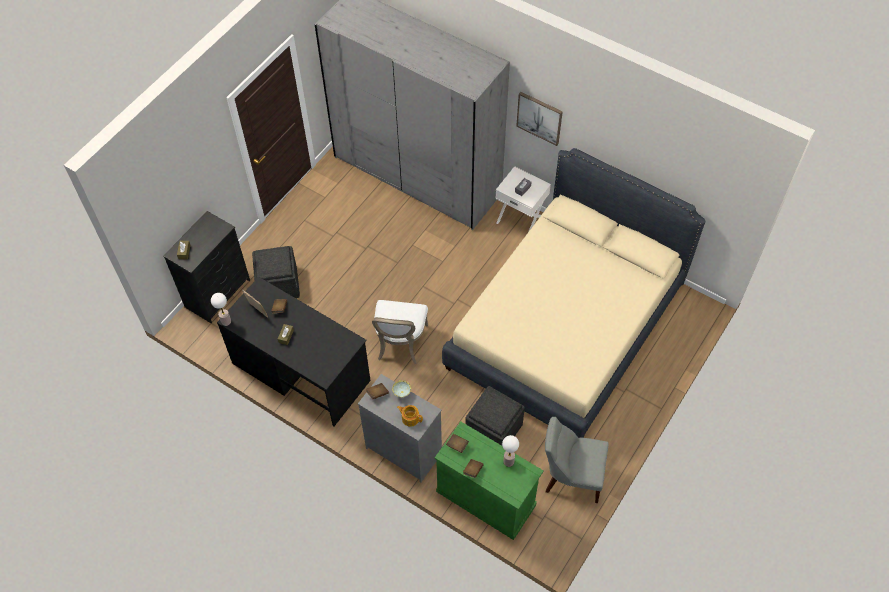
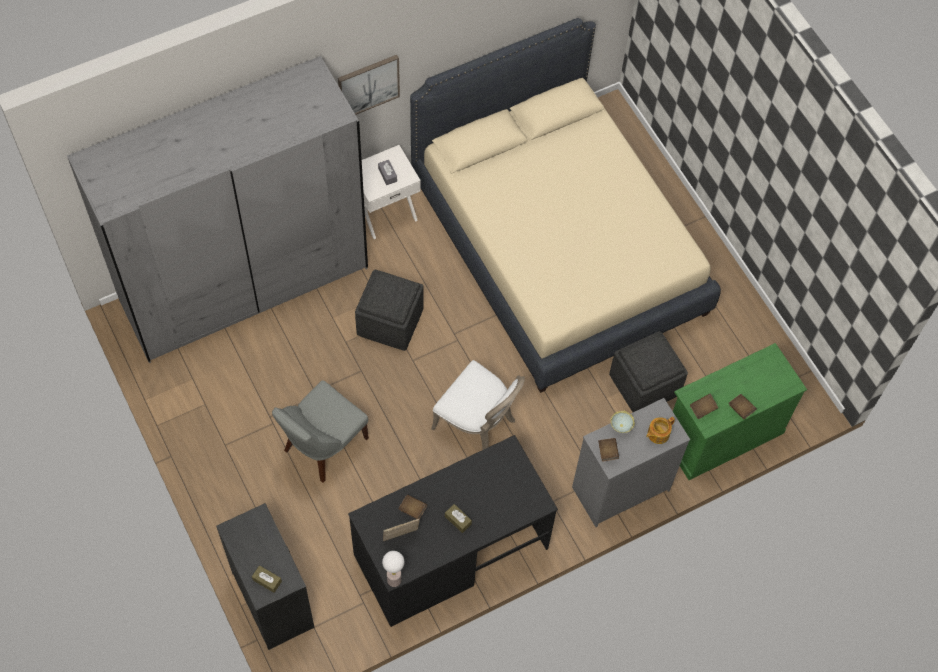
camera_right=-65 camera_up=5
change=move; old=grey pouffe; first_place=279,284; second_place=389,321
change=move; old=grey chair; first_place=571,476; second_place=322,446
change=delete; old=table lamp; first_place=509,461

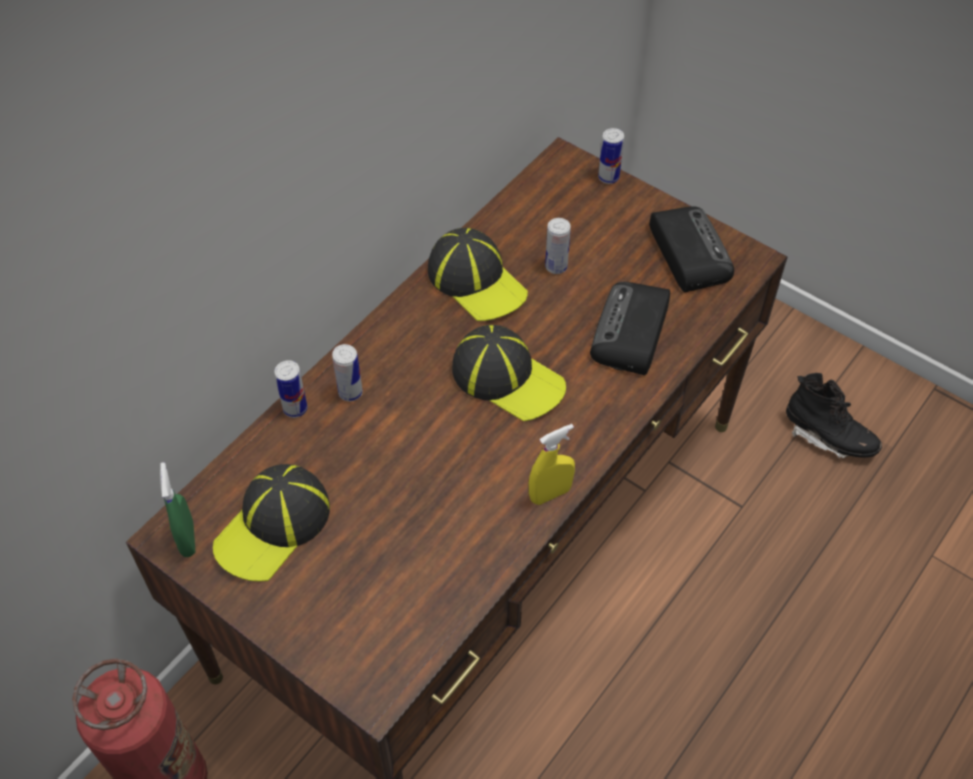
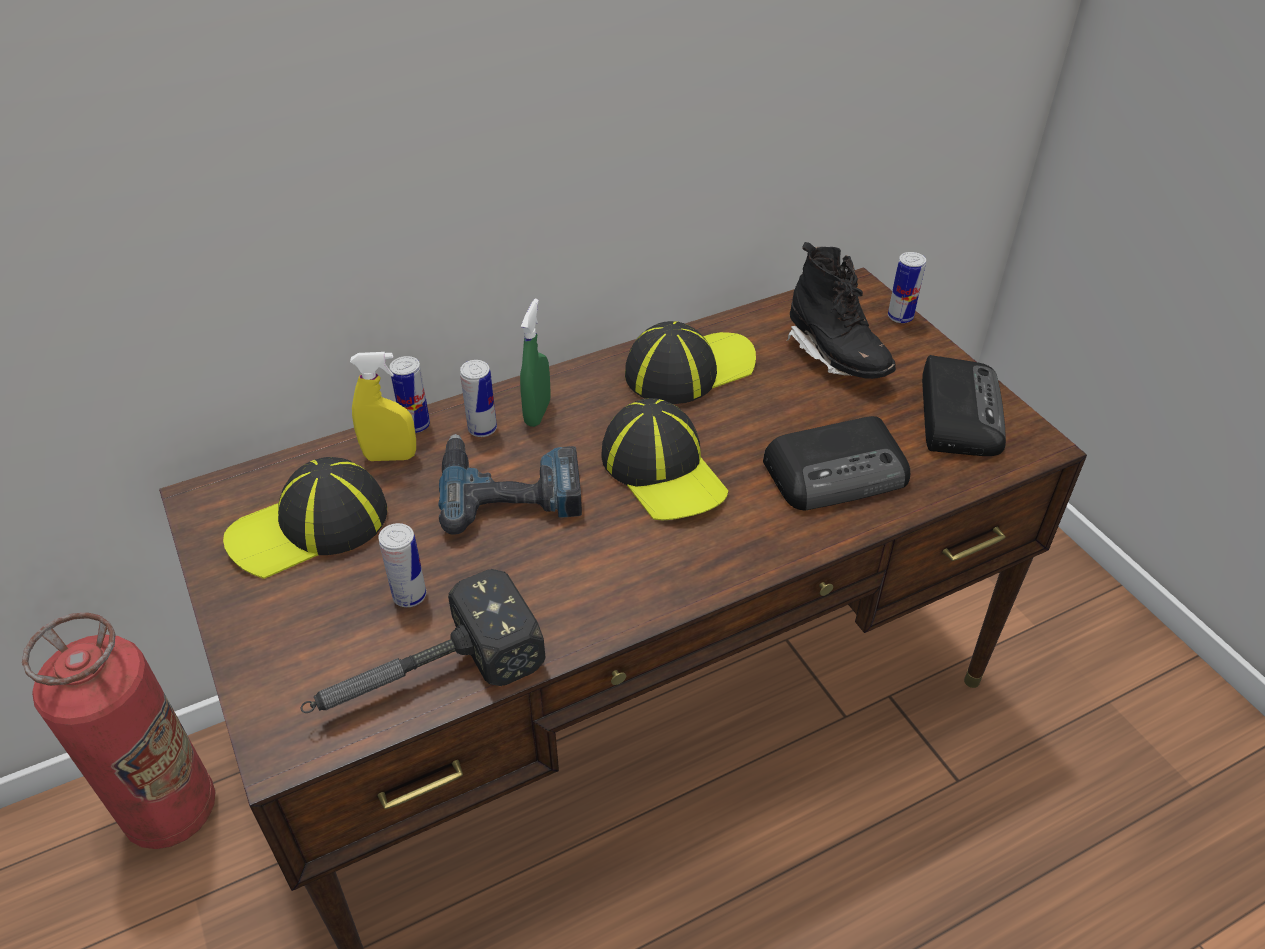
camera_right=25 camera_up=-10
change=move; old=can; first_place=556,266; second_place=409,596
change=rotate; old=baseball cap; first_place=476,281; second_place=689,369; degrees=-105
change=rotate; old=radio; first_place=631,333; second_place=838,472; degrees=-150
change=move; old=blackish tall boot; first_place=828,436; second_place=836,356
change=move; old=yellow-coloured hand sprayer; first_place=550,494; second_place=390,456
change=move; old=greenish hand sprayer; first_place=187,539; second_place=537,413
change=insert; new=power drill; second_place=510,488
change=insert; new=hand hammer; second_place=421,679

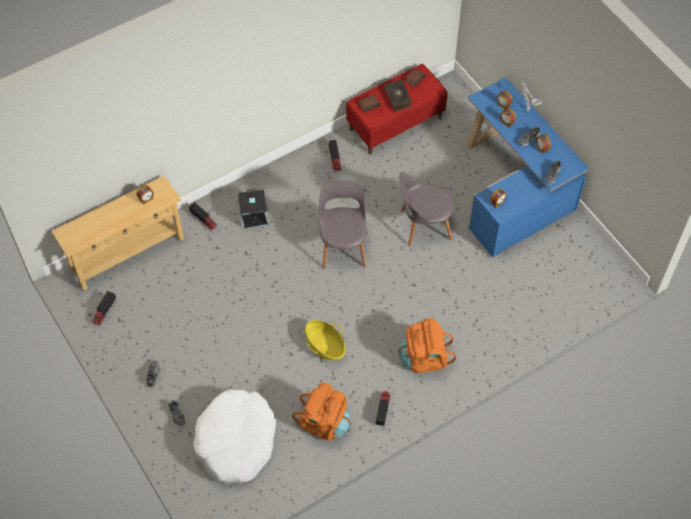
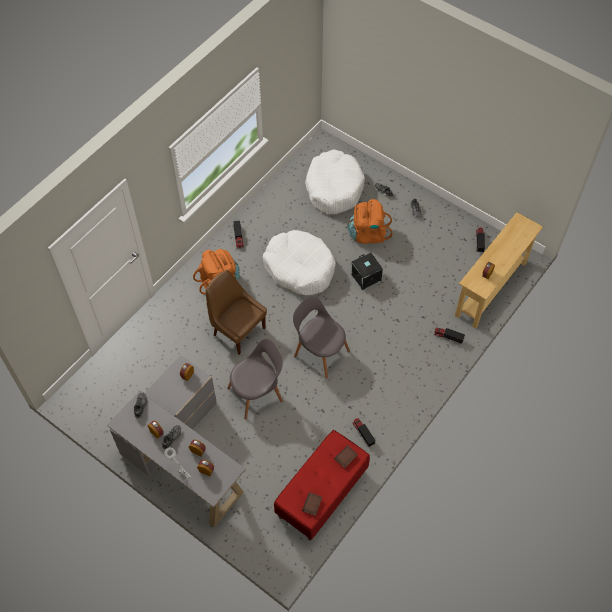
camera_right=160 camera_up=0
change=recolor; old=bluish desk table; new=grey desk table; first_place=514,191; second_place=183,456
change=delete; old=volume; first_place=398,98
change=rotate; old=grey chair; first_place=343,246; second_place=320,352; degrees=150
change=move; old=blackish storage container; first_place=254,216; second_place=365,277
change=replace; old=household basket; new=white-coloured pet bed; first_place=325,346; second_place=299,268
change=move; old=orange-coloured rucksack; first_place=324,423; second_place=368,234
change=insert; new=brownish chair; second_place=237,330

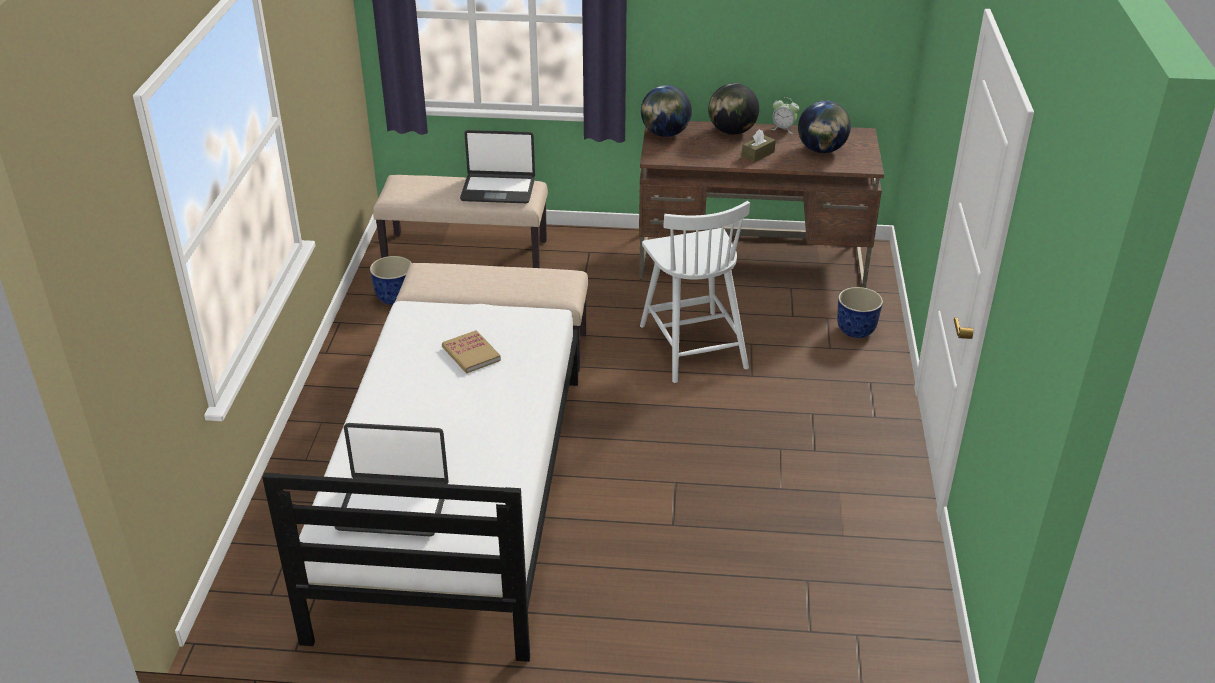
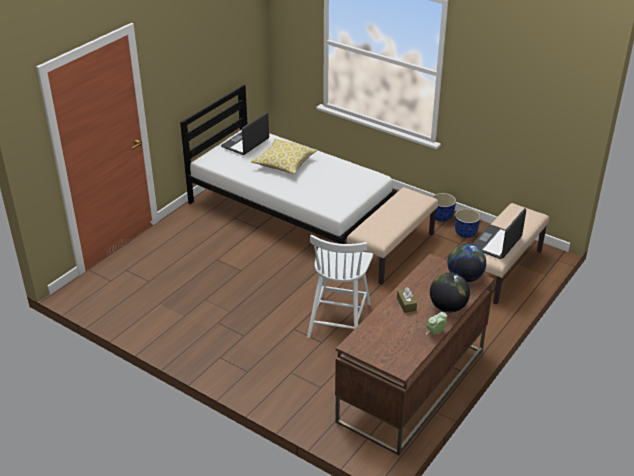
camera_right=120 camera_up=0
change=delete; old=globe; first_place=821,150
change=rotate; old=white-coloured chair; first_place=692,345; second_place=339,319; degrees=-90
change=move; old=flower pot; first_place=856,331; second_place=441,218
change=delete; old=volume; first_place=471,354
change=insert; new=pillow; second_place=284,163

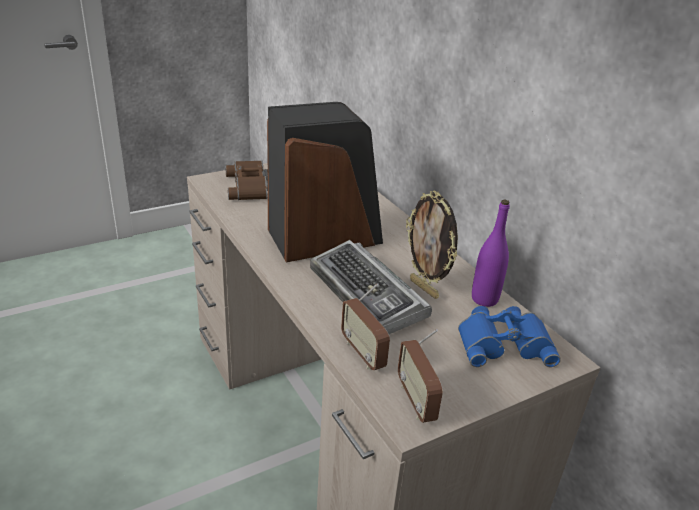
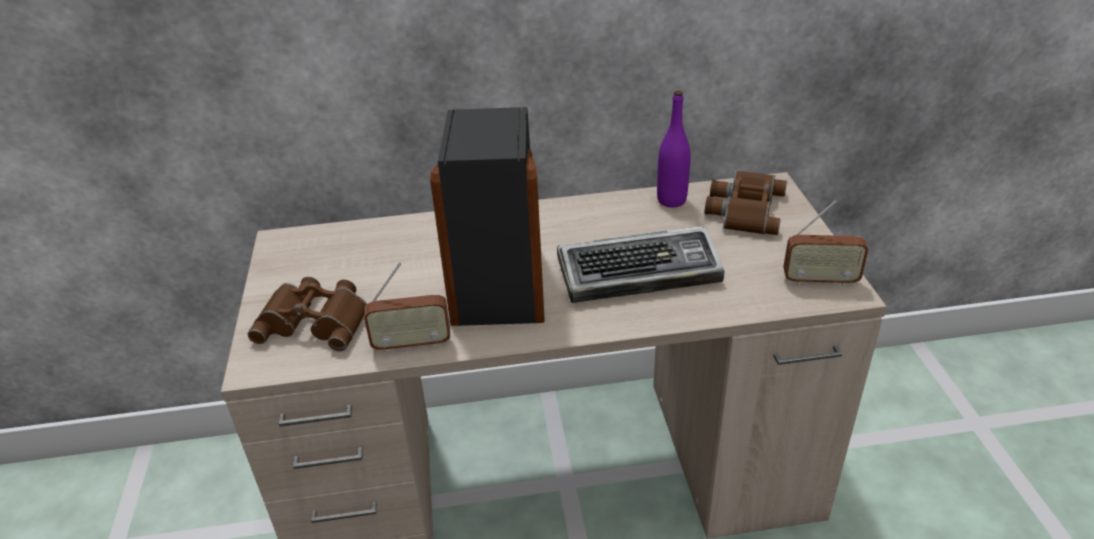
camera_right=-65 camera_up=5
change=delete; old=standing frame; first_place=425,288
change=move; old=radio; first_place=363,353; second_place=412,344
change=recolor; old=bluish binoculars; new=brownish binoculars; first_place=503,342; second_place=743,209

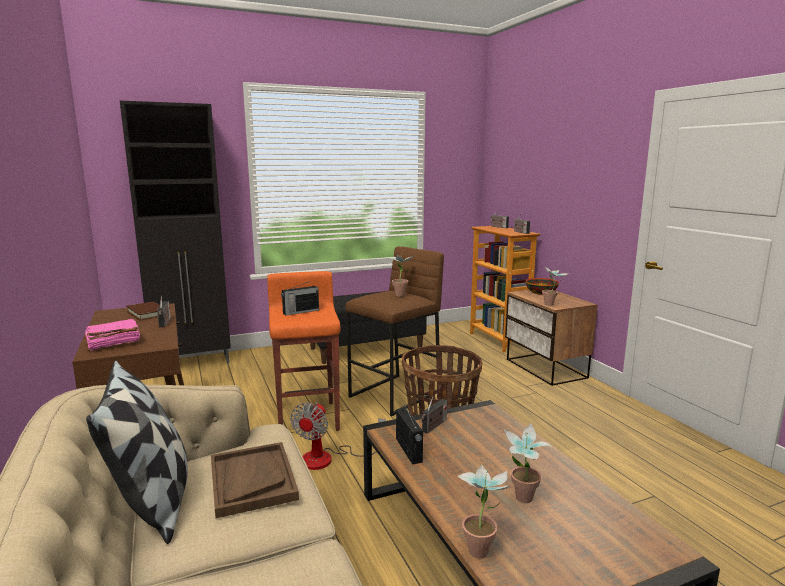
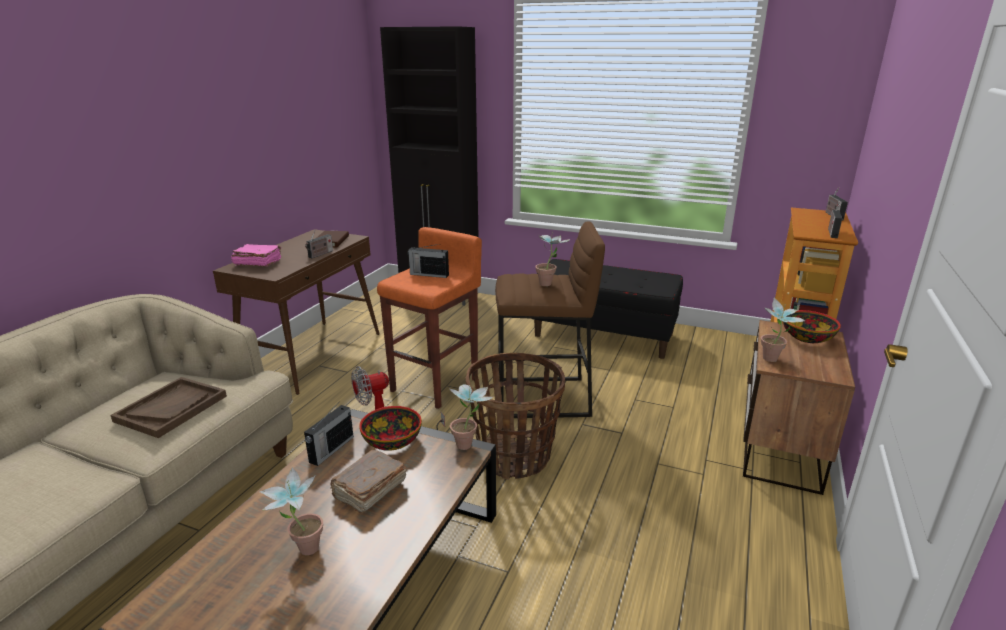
camera_right=45 camera_up=10
change=delete; old=pillow; first_place=153,501
change=replace; old=radio; new=serving bowl; first_place=434,426; second_place=392,440
change=move; old=potted plant; first_place=482,547; second_place=470,445
change=insert; new=brownish volume; second_place=369,491

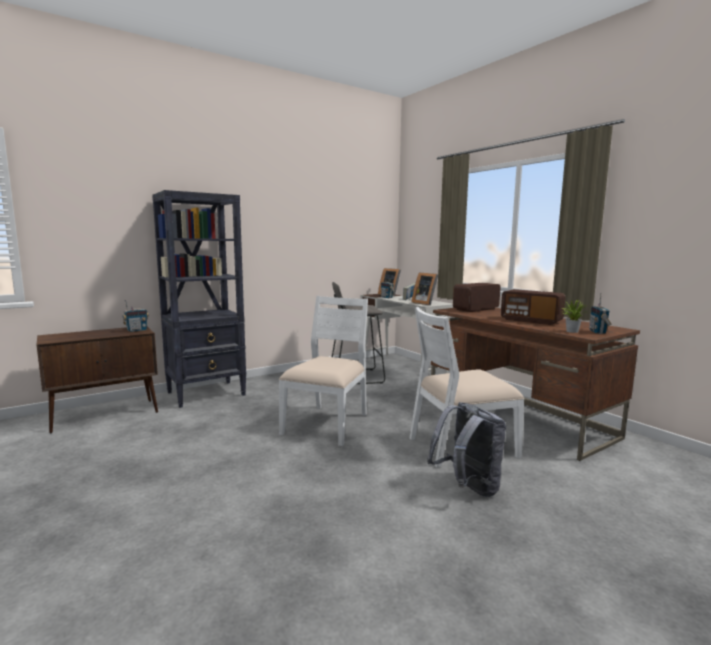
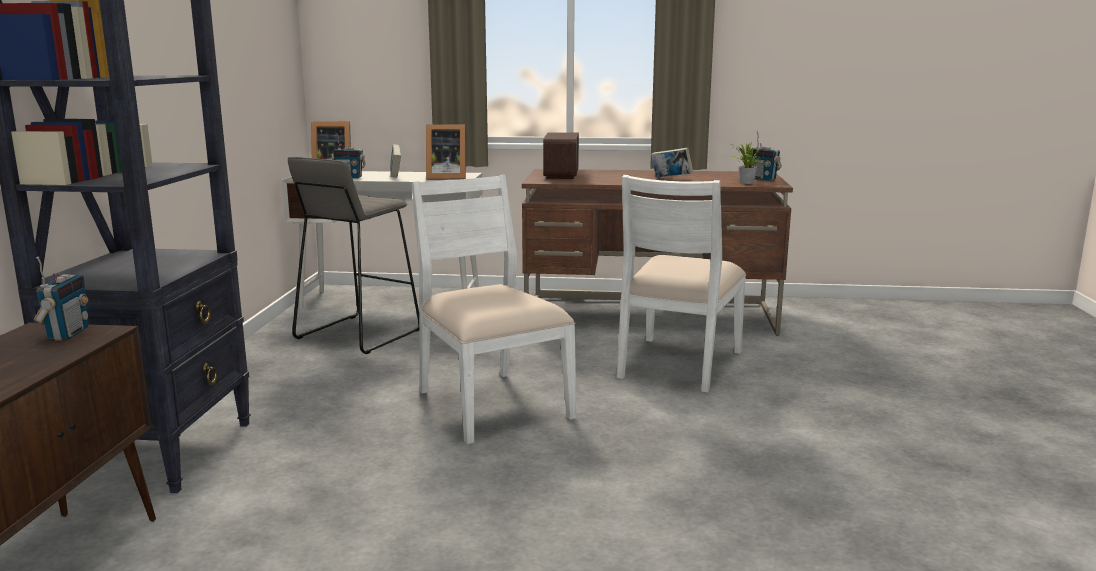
camera_right=-50 camera_up=5
change=replace; old=radio; new=volume; first_place=531,321; second_place=671,178
change=delete; old=grey rucksack; first_place=467,488

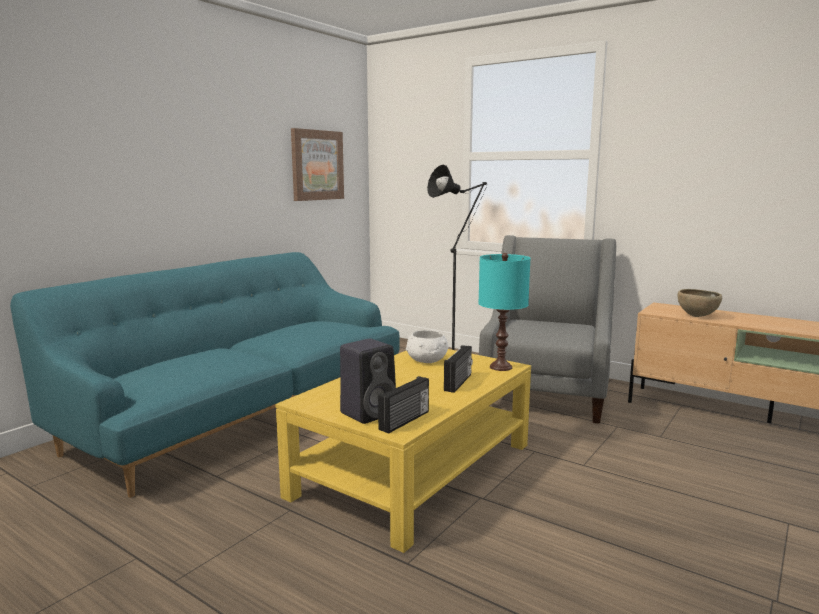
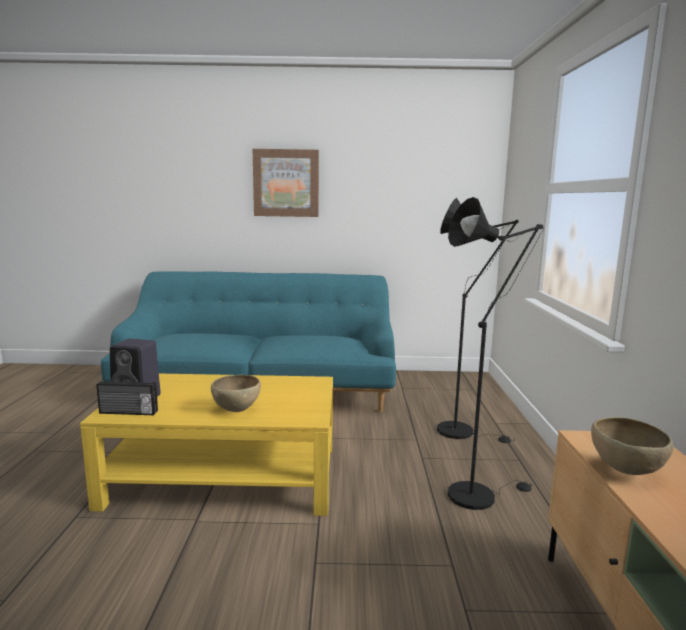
camera_right=55 camera_up=0
change=move; old=wall picture; first_place=317,165; second_place=286,183
change=replace; old=grey armchair; new=blackish standing lamp; first_place=546,394; second_place=478,494
change=delete; old=blue-green table lamp; first_place=501,367
change=delete; old=white-coloured serving bowl; first_place=427,361
change=replace; old=radio; new=brownish serving bowl; first_place=459,382; second_place=237,410

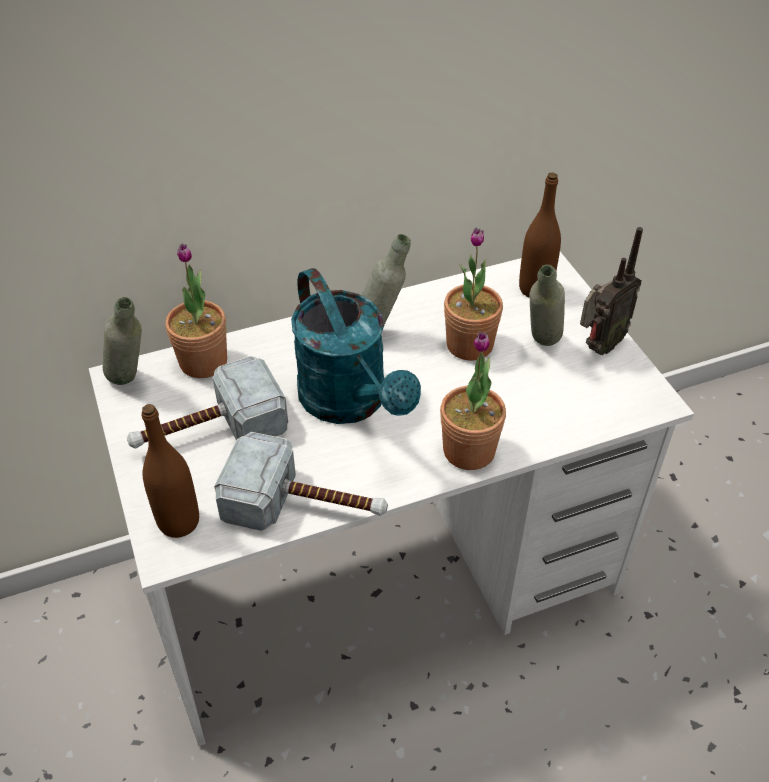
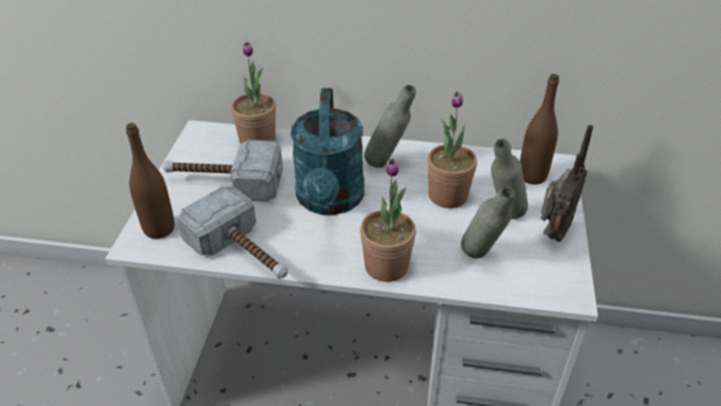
camera_right=30 camera_up=-5
change=rotate; old=radio; first_place=598,346; second_place=551,234; degrees=-45
change=move; old=grey beverage bottle; first_place=132,384; second_place=481,260

